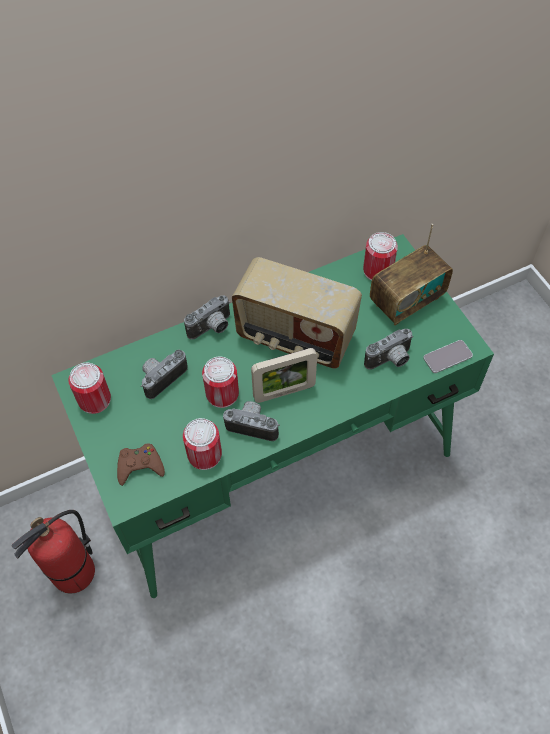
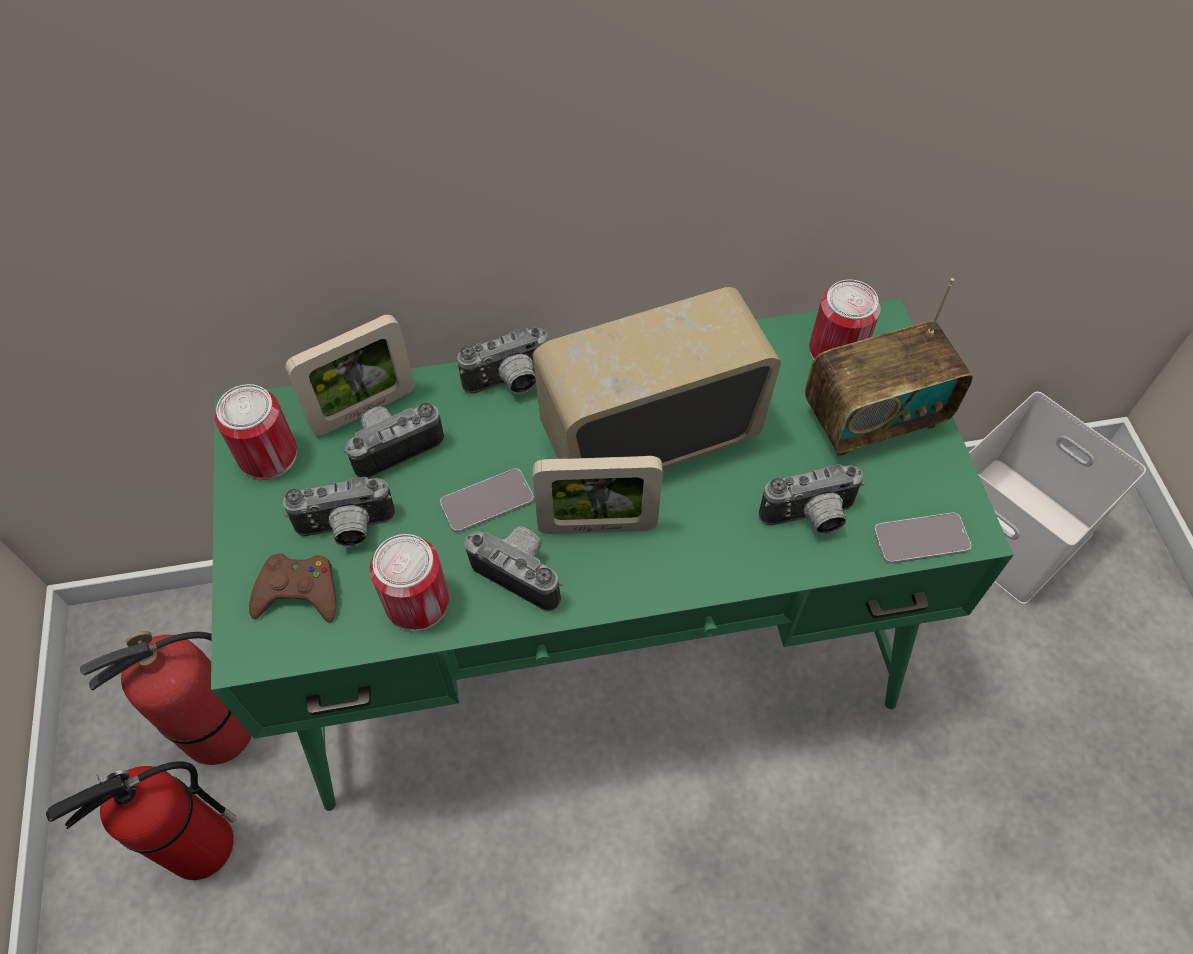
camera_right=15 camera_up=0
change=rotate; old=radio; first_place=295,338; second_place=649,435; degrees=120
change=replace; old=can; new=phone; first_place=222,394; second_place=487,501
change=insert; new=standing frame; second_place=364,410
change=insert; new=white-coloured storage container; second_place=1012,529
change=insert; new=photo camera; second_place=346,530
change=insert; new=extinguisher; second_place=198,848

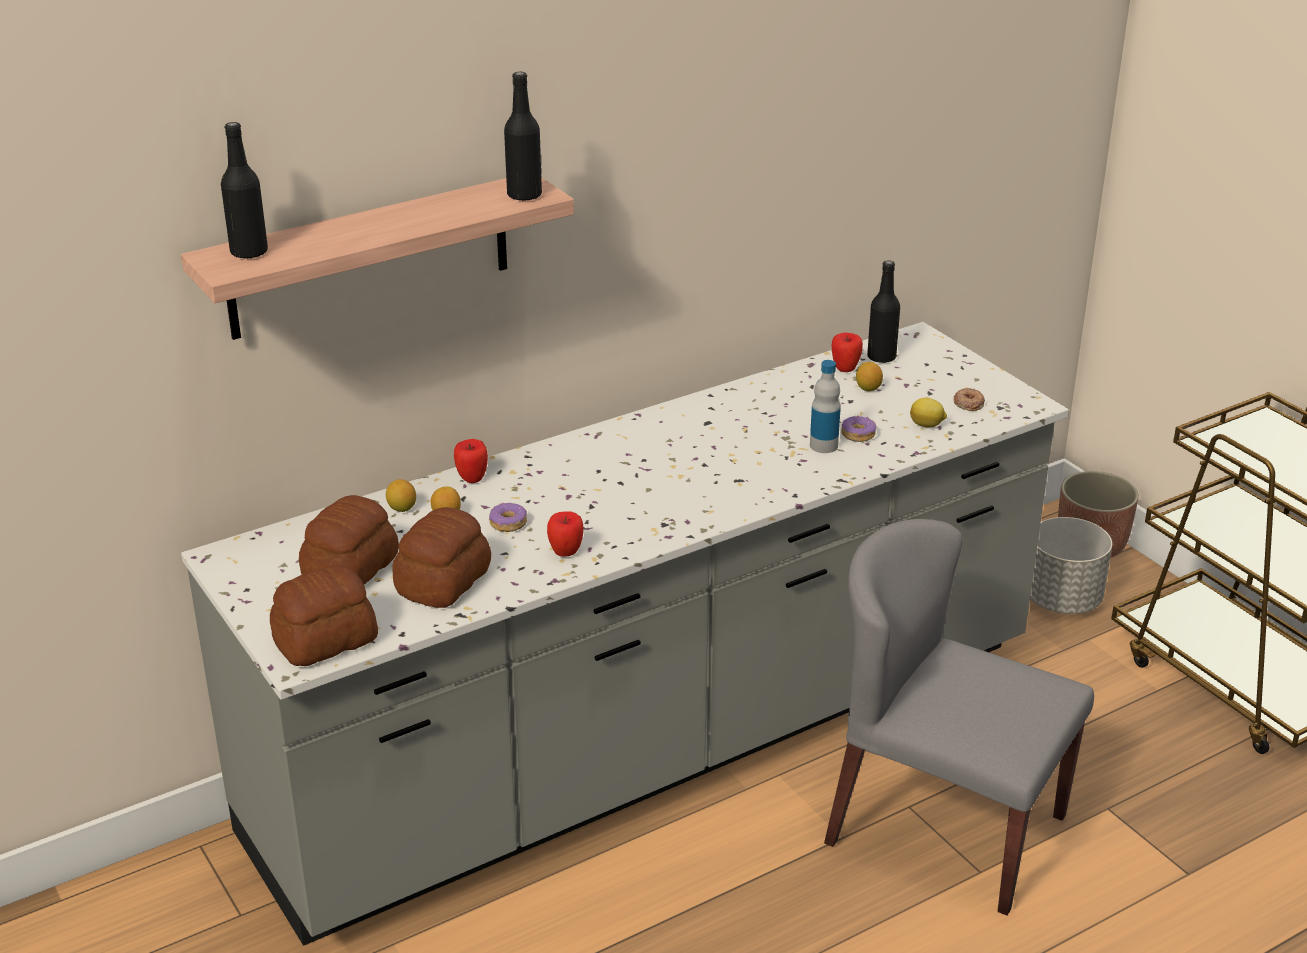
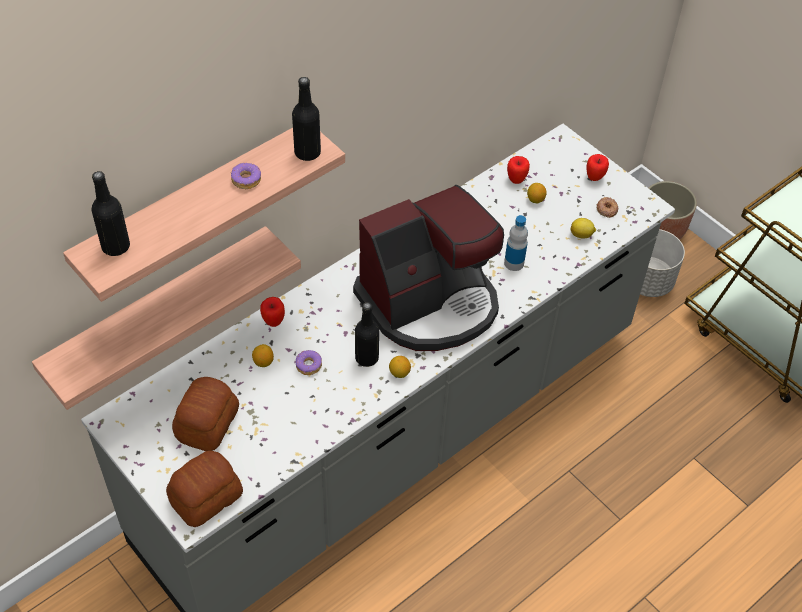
camera_right=-10 camera_up=20
change=move; old=blackish beverage bottle; first_place=881,357; second_place=366,358
change=move; old=donut; first_place=857,434; second_place=246,180
change=move; old=whole lemon; first_place=402,508; second_place=399,373
change=delete; old=baked bread; first_place=445,582
change=move; old=apple; first_place=565,553; second_place=594,178
change=delete; old=grey chair; first_place=944,828
change=insert; new=coffee maker; second_place=430,303
change=insert; new=bracket shelf; second_place=158,312

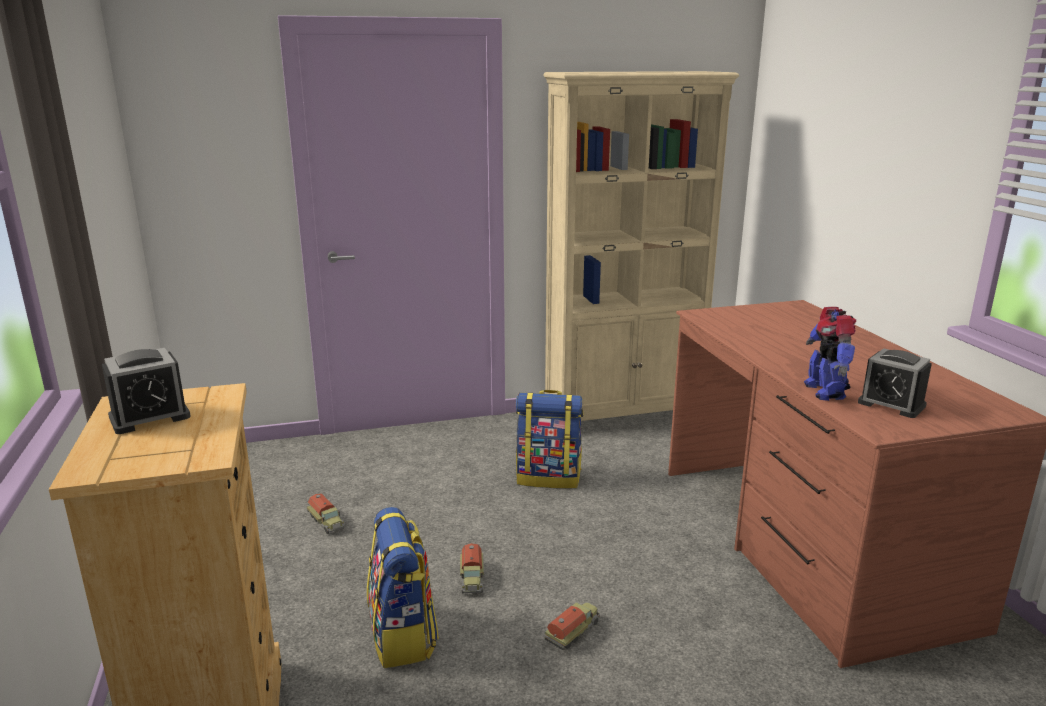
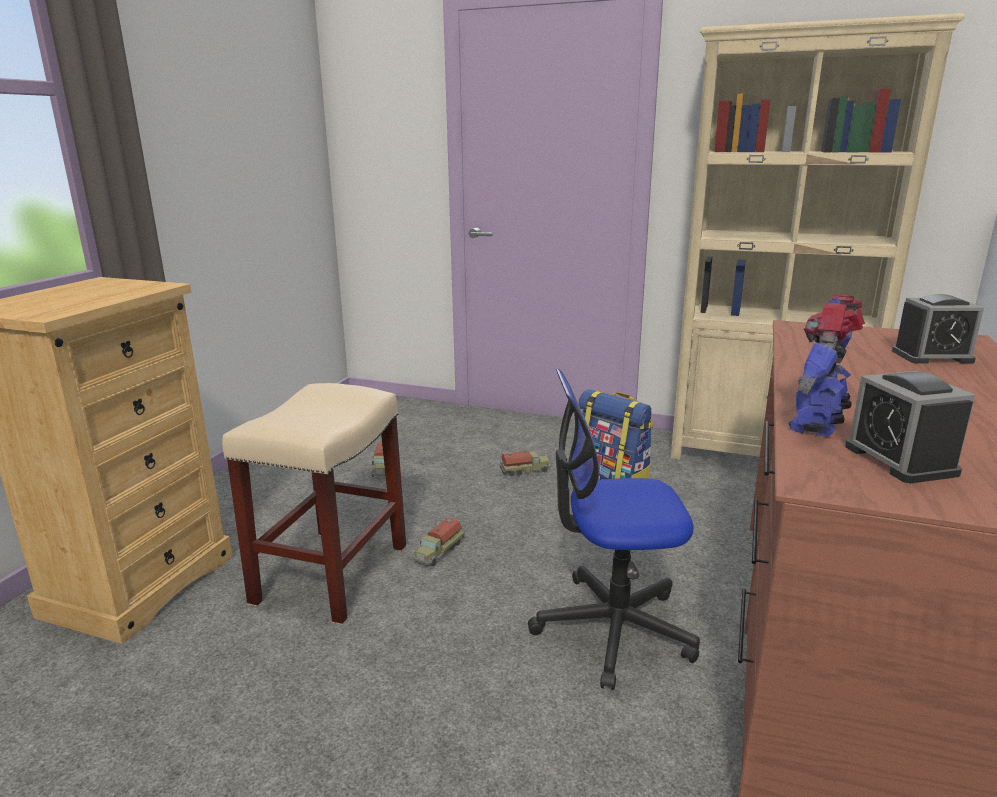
camera_right=35 camera_up=0
change=move; old=table clock; first_place=150,417; second_place=932,356
change=replace; old=rucksack; new=sand-coloured stool; first_place=403,636; second_place=332,574
change=move; old=model truck; first_place=573,632; second_place=525,470
change=insert; new=computer chair; second_place=612,628

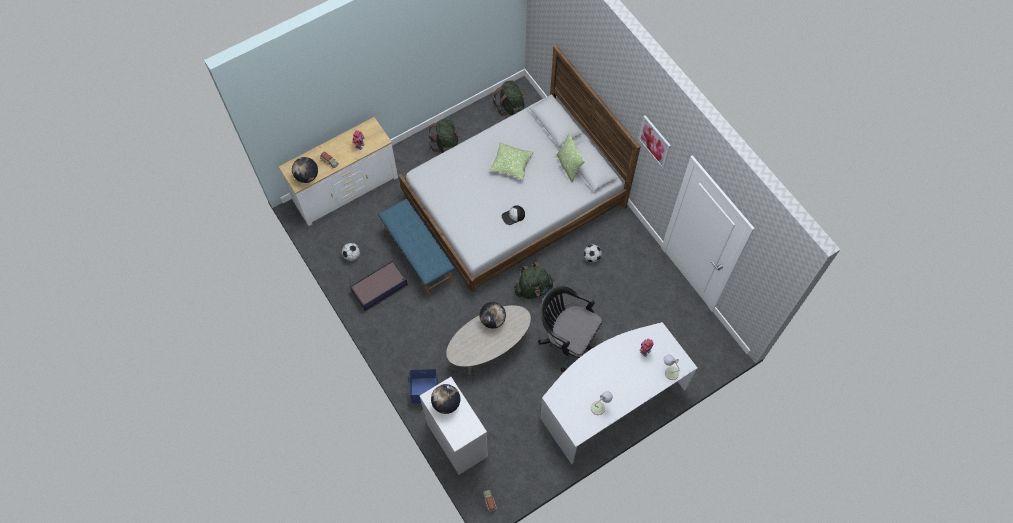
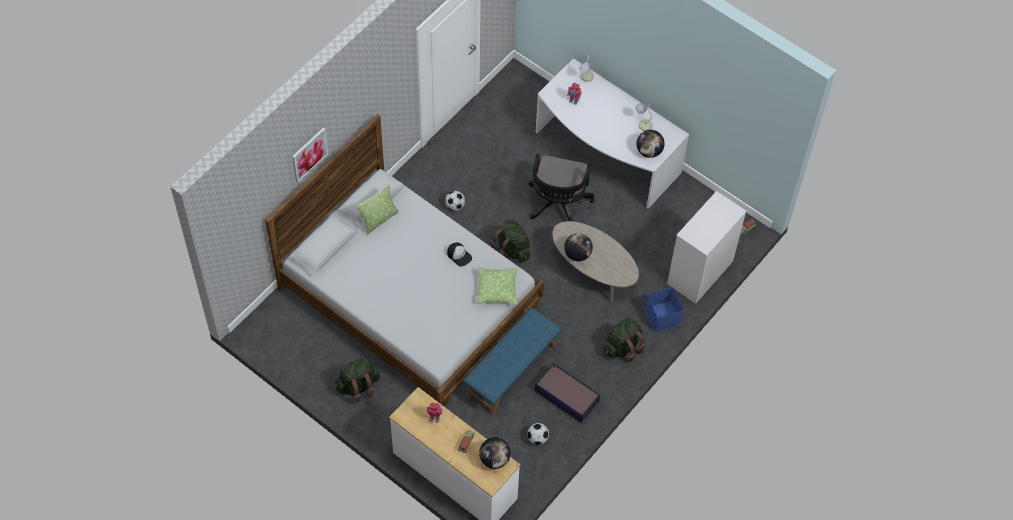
camera_right=-110 camera_up=-5
change=move; old=greenish rucksack; first_place=510,107; second_place=622,347
change=move; old=wall picture; first_place=655,141; second_place=309,154
change=move; old=pillow; first_place=511,164; second_place=497,289
change=move; old=globe; first_place=446,403; second_place=649,151

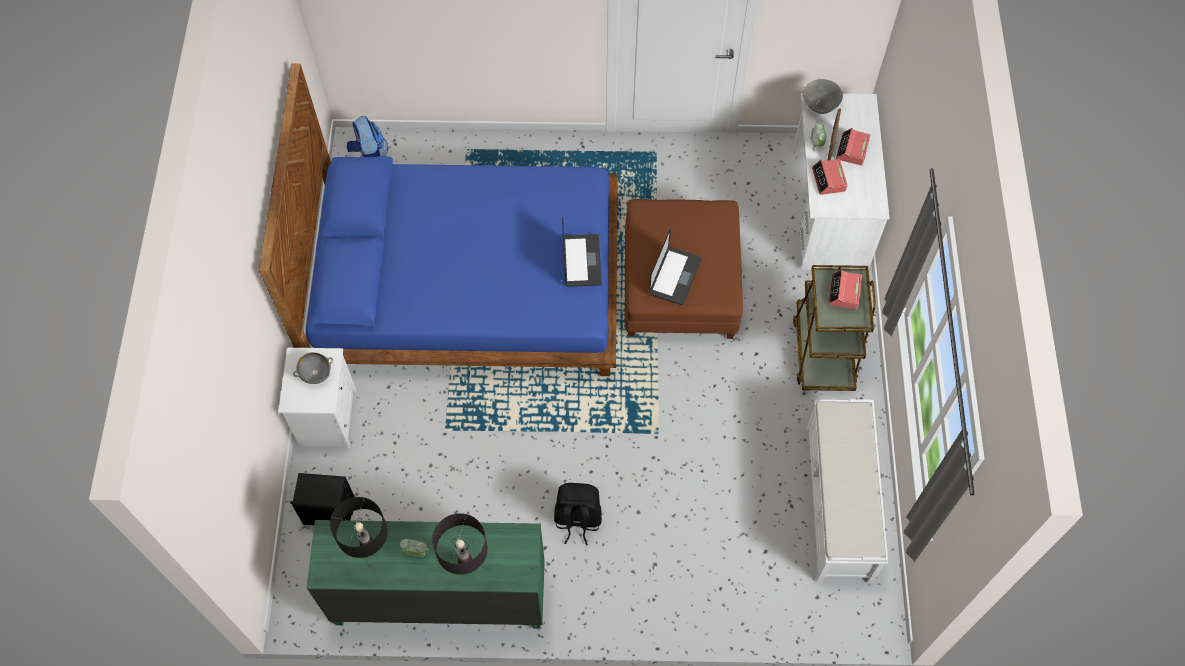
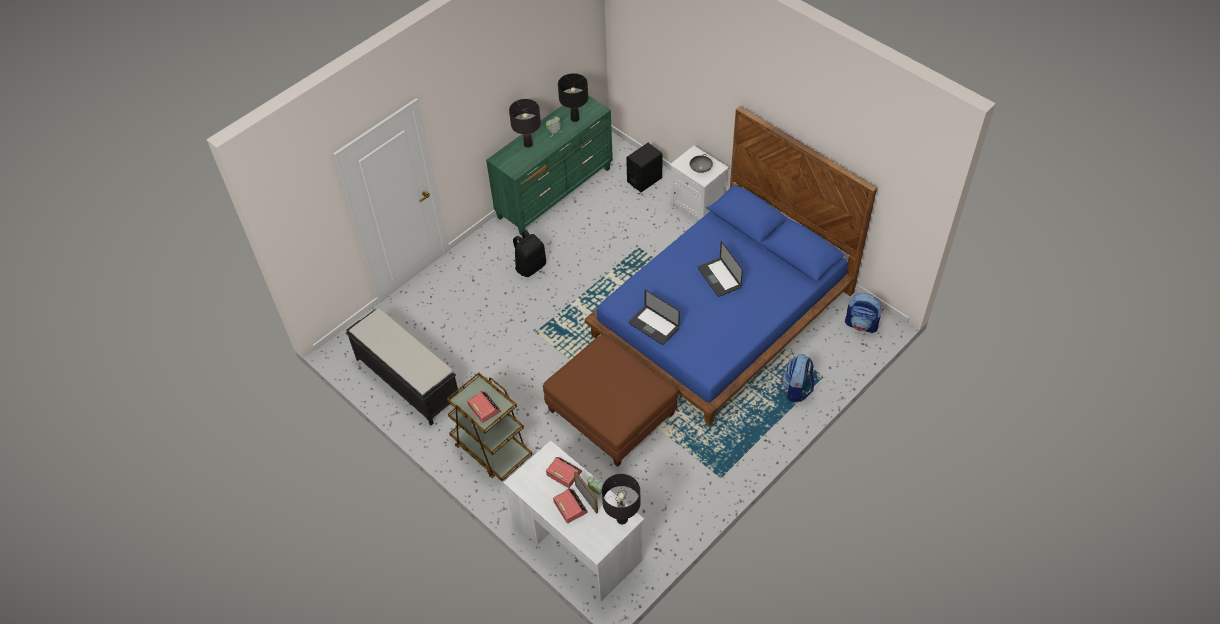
camera_right=135 camera_up=-10
change=replace; old=grey serving bowl; new=blackish table lamp; first_place=820,106; second_place=622,519
change=move; old=laptop; first_place=675,276; second_place=719,278
change=recolor; old=white-coloured bench; new=blackish bench; first_place=839,504; second_place=407,379
change=insert; new=rucksack; second_place=797,389

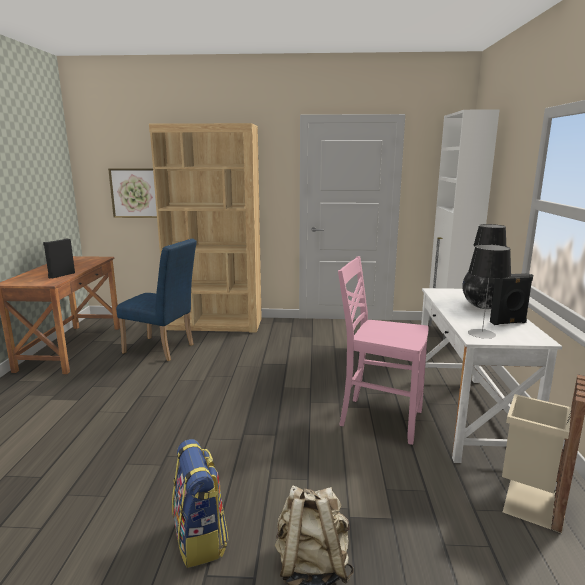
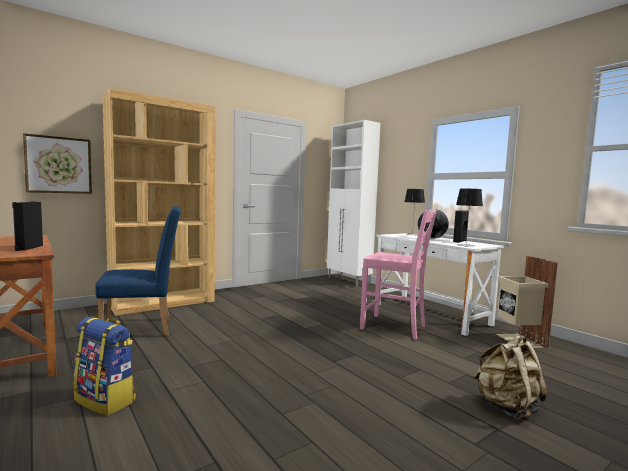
camera_right=-40 camera_up=-10
change=rotate; old=pink chair; first_place=379,418; second_place=394,327; degrees=-135
change=move; old=rucksack; first_place=201,539; second_place=106,400

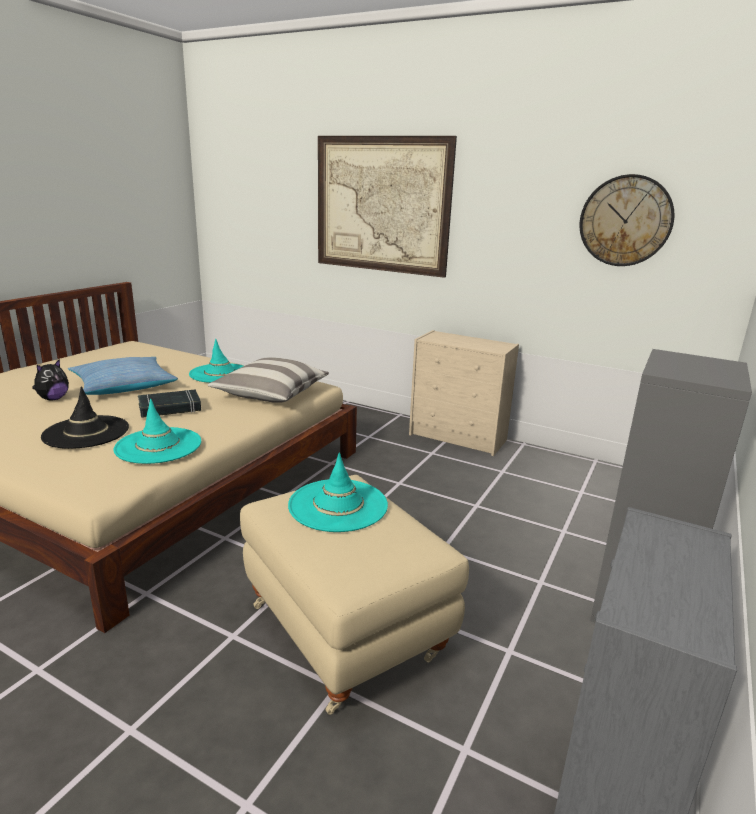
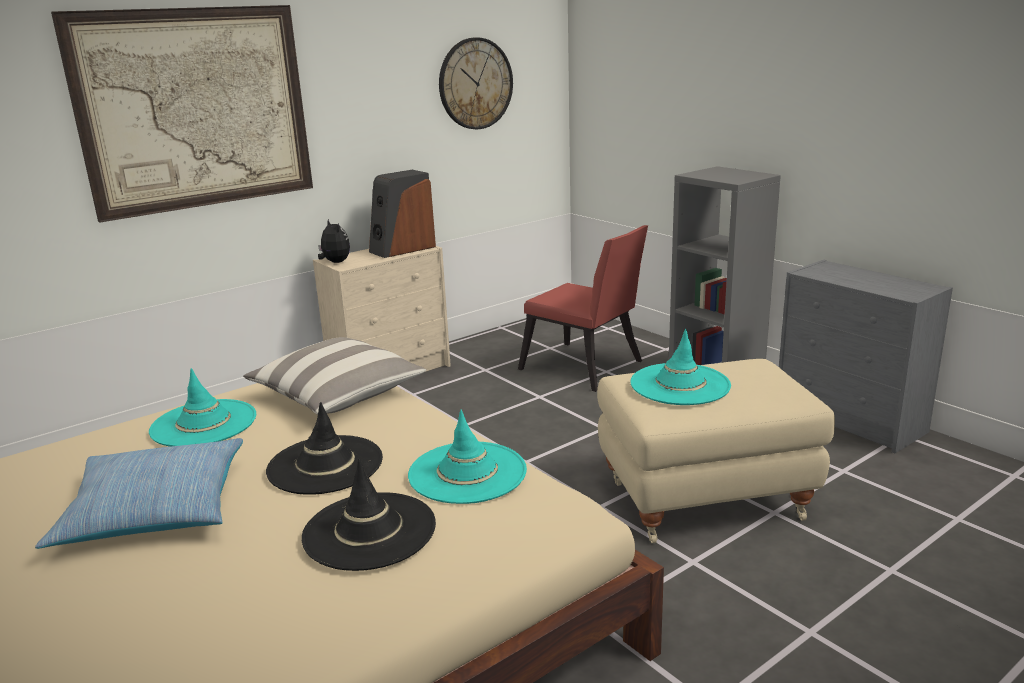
camera_right=-65 camera_up=0
change=move; old=soft toy; first_place=53,399; second_place=335,262
change=replace; old=blackish volume; new=blackish wearable hat; first_place=170,408; second_place=325,465
change=insert; new=loudspeaker; second_place=402,249
change=insert; new=red chair; second_place=585,368

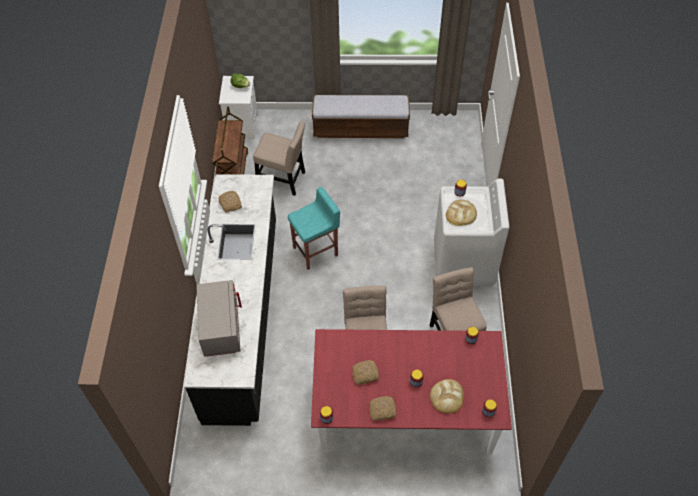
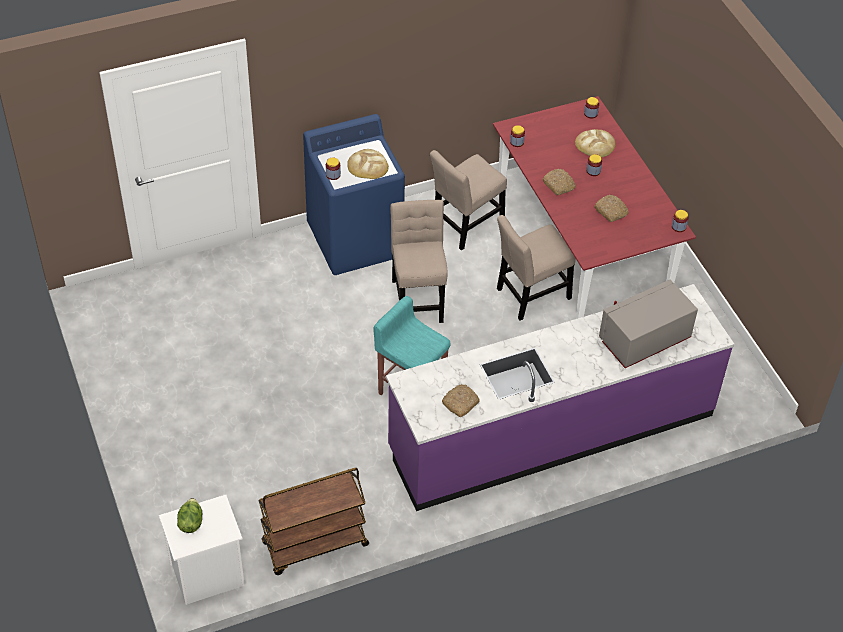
camera_right=-115 camera_up=-5
change=delete; old=bench; first_place=361,129
change=move; old=sand-coloured chair; first_place=283,180; second_place=418,297
change=recolor; old=blackish counter; new=purple counter; first_place=243,316; second_place=551,431
change=recolor; old=white-coloured laundry appliance; new=bluish laundry appliance; first_place=464,263; second_place=355,240
change=move; old=baked bread; first_place=382,410; second_place=559,185

